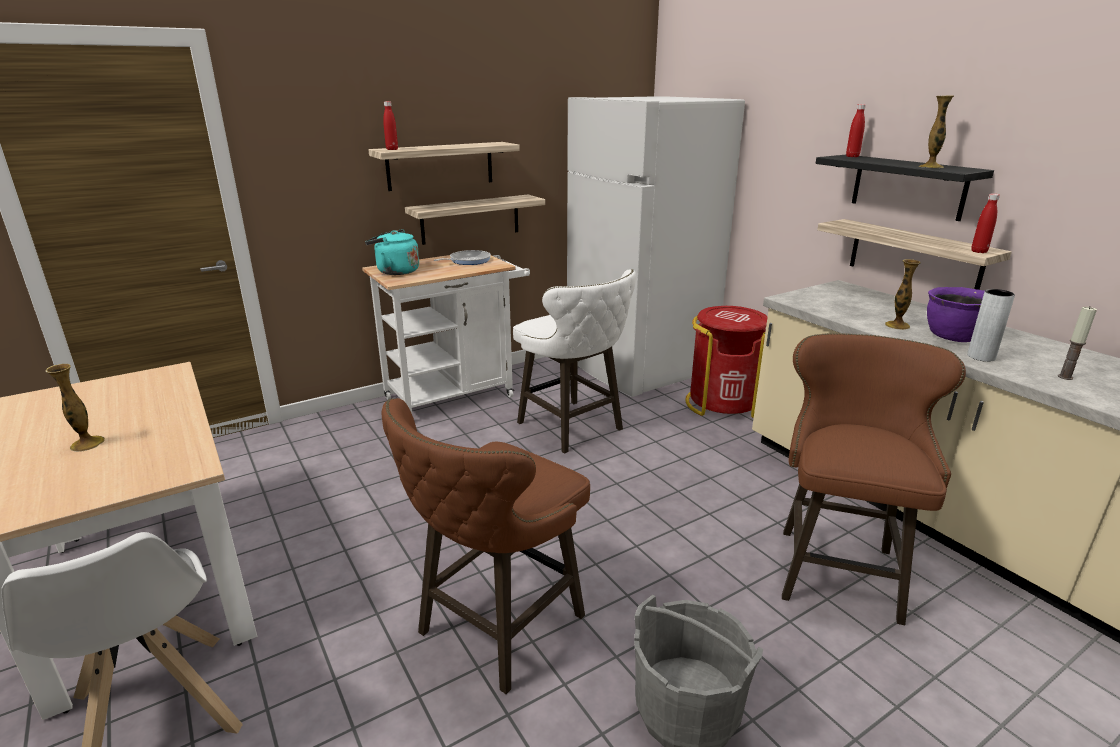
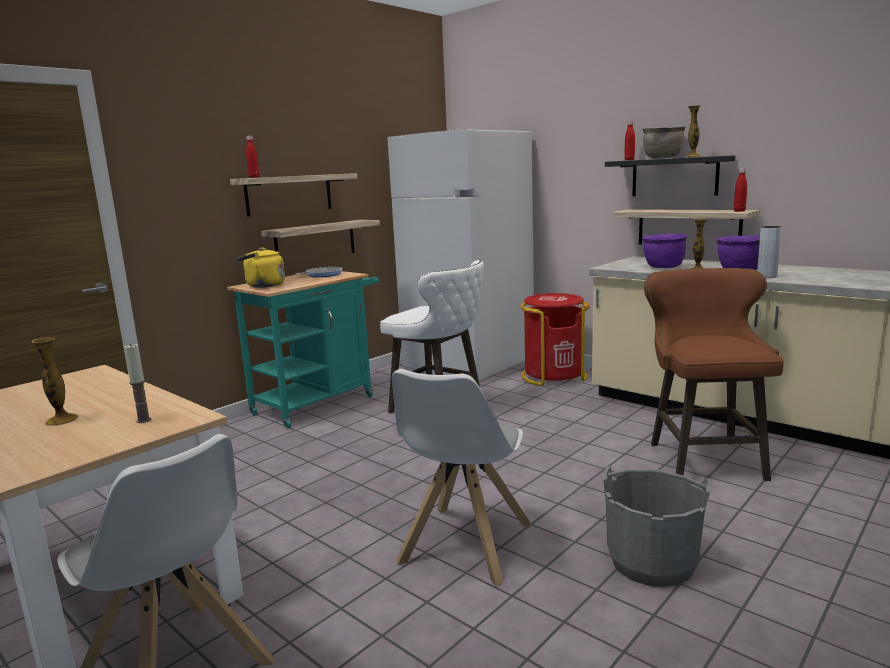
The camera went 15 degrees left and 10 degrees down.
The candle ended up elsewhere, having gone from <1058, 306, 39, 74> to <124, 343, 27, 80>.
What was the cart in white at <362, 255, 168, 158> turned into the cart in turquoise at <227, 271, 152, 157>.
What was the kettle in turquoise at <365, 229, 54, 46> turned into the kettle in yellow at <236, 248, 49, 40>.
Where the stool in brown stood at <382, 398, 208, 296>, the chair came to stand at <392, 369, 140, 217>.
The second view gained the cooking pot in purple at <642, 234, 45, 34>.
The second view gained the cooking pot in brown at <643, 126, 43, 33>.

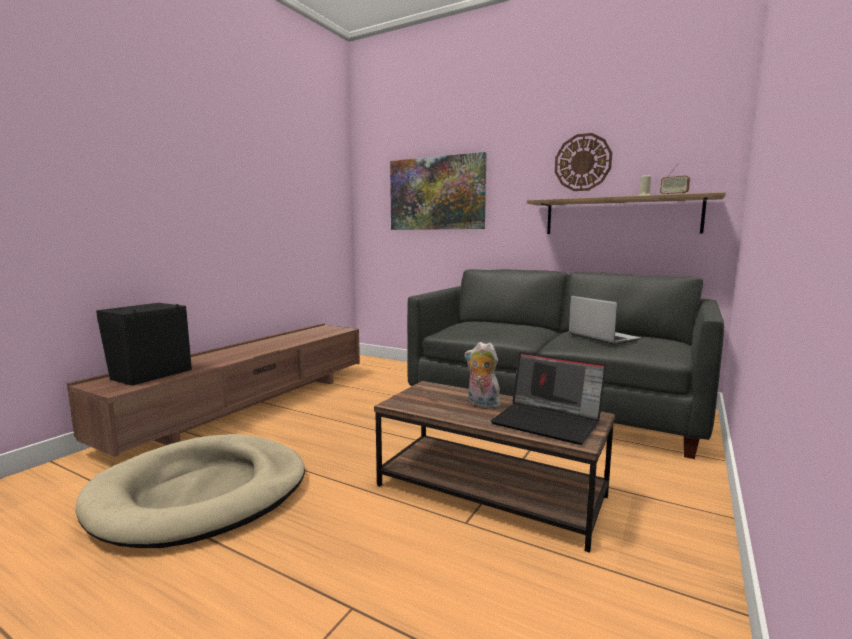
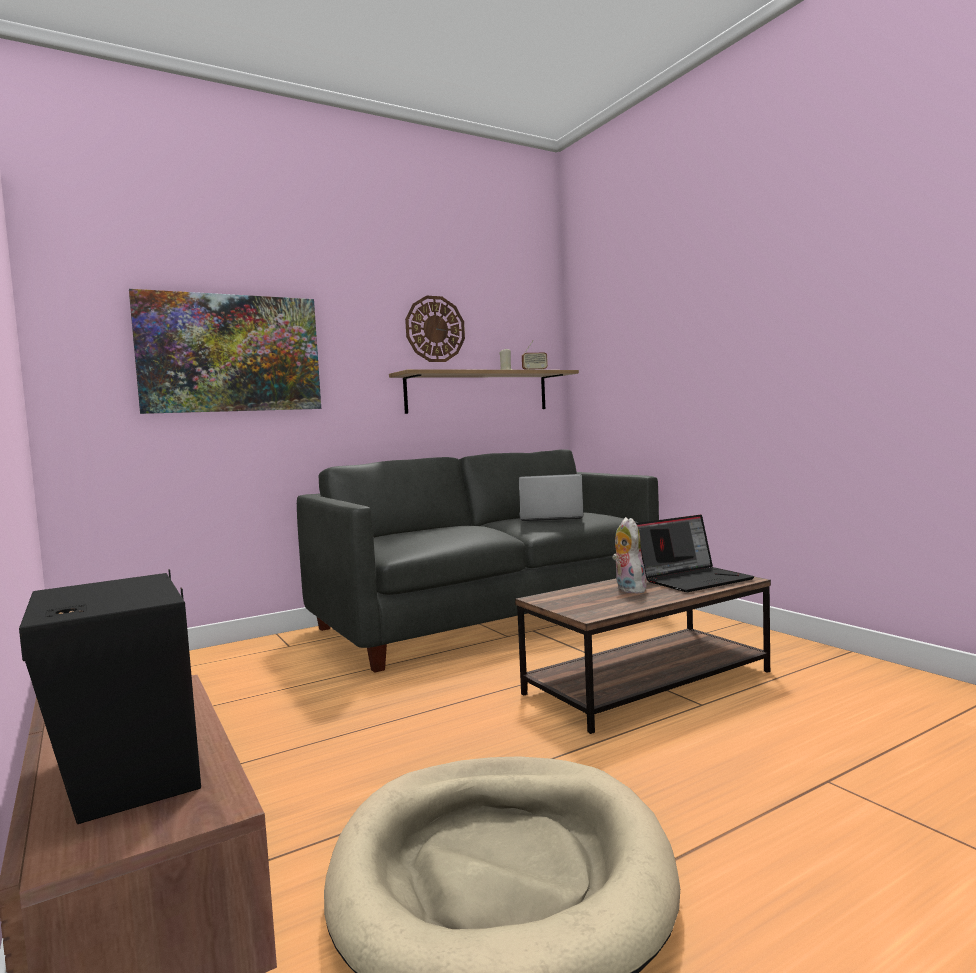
The camera went 60 degrees left and 5 degrees down.
The plush toy at <465, 342, 35, 67> ended up facing another way, 105 degrees clockwise from before.

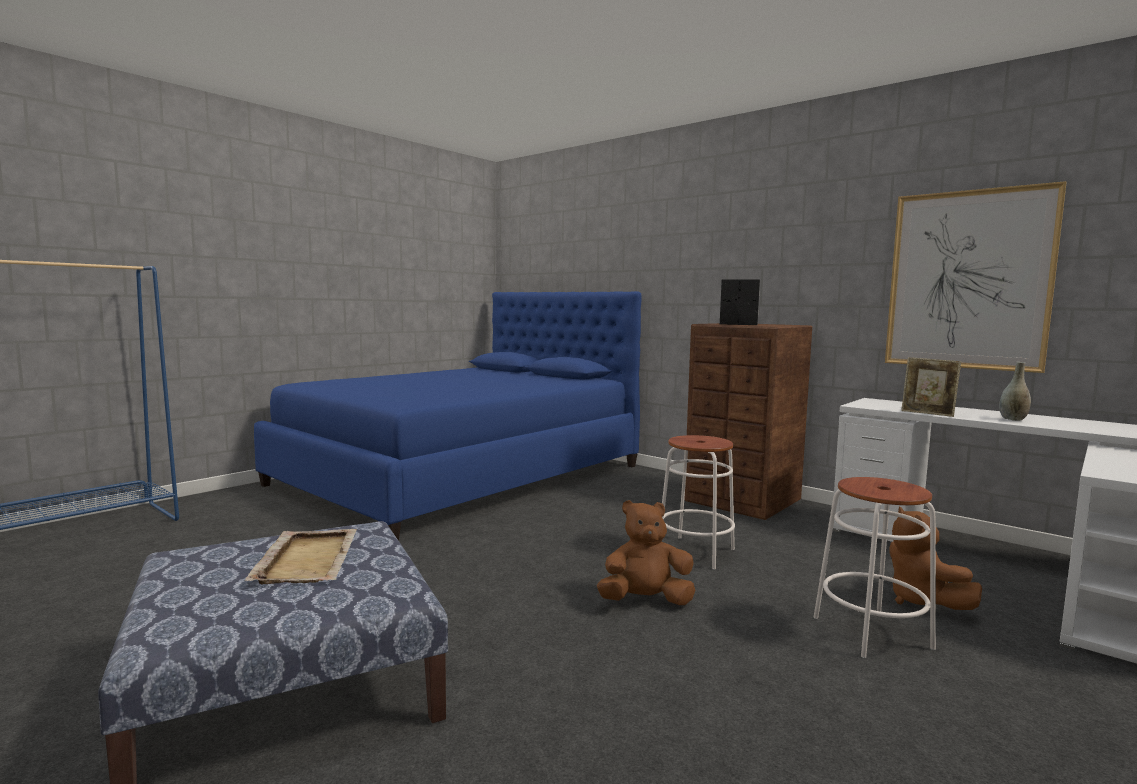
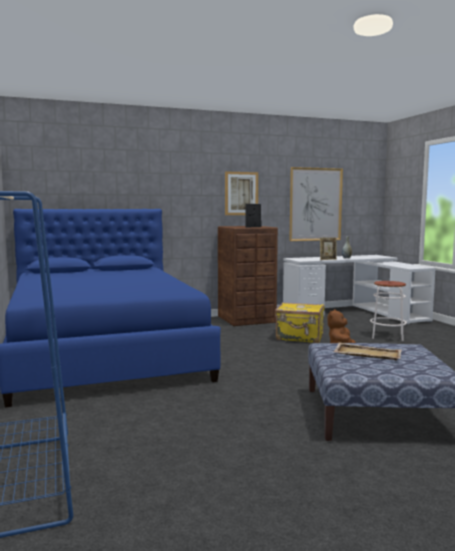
The camera went 60 degrees left and 0 degrees up.
The second view gained the picture at <225, 171, 33, 44>.
Where the stool in white stood at <662, 435, 73, 135>, the suitcase in yellow came to stand at <275, 302, 49, 41>.
The second view lost the plush toy in brown at <889, 507, 93, 103>.

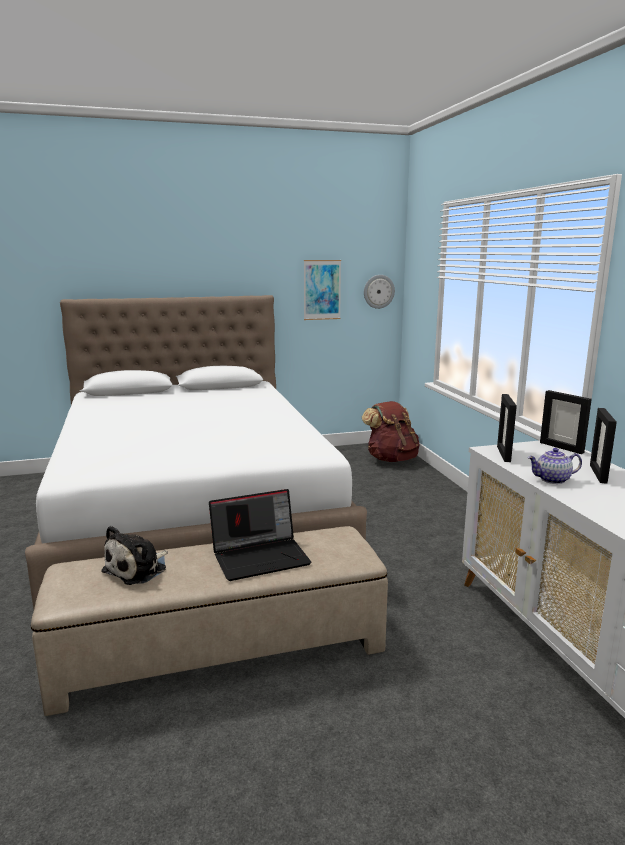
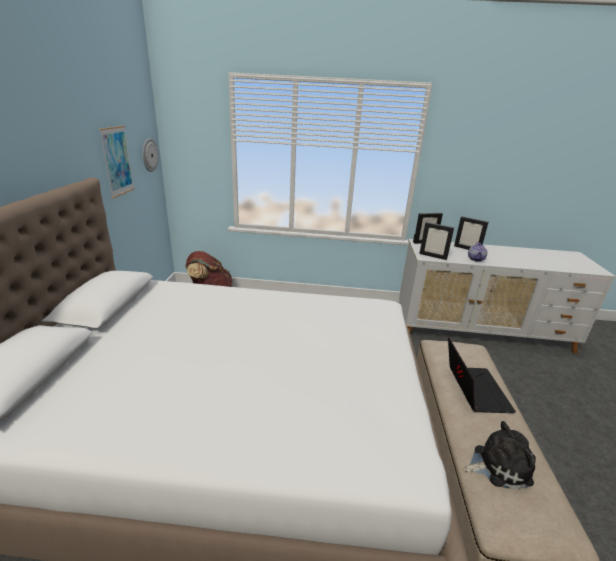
The camera went 70 degrees left and 10 degrees up.
The plush toy at <101, 525, 67, 60> ended up facing another way, 60 degrees counterclockwise from before.

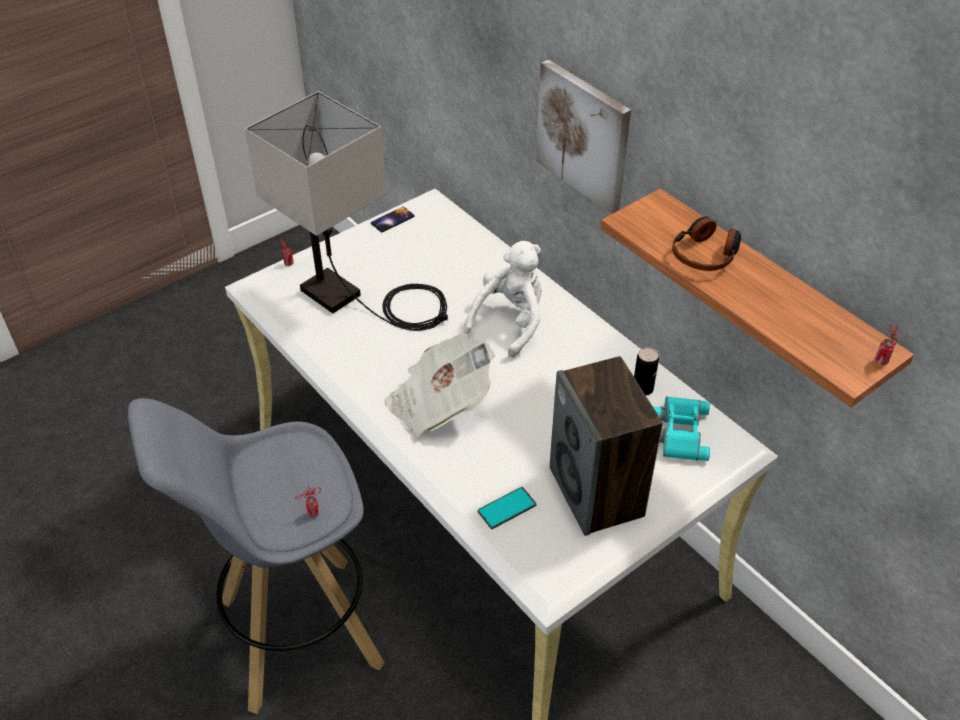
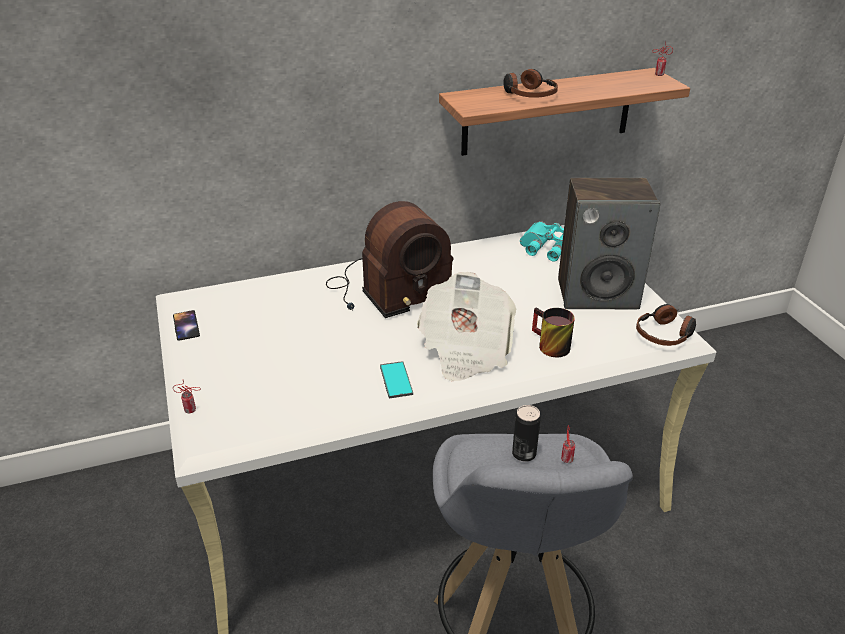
The camera went 70 degrees left and 10 degrees down.
Where the plush toy in white stood at <463, 241, 79, 117>, the radio came to stand at <326, 201, 128, 117>.
The phone ended up elsewhere, having gone from <478, 487, 59, 42> to <380, 361, 33, 37>.
The can ended up elsewhere, having gone from <634, 347, 25, 48> to <512, 405, 29, 57>.
The second view gained the mug at <532, 307, 43, 50>.
The second view gained the headphones at <636, 304, 60, 42>.
The second view lost the table lamp at <245, 91, 203, 240>.
The second view lost the picture at <536, 60, 95, 154>.

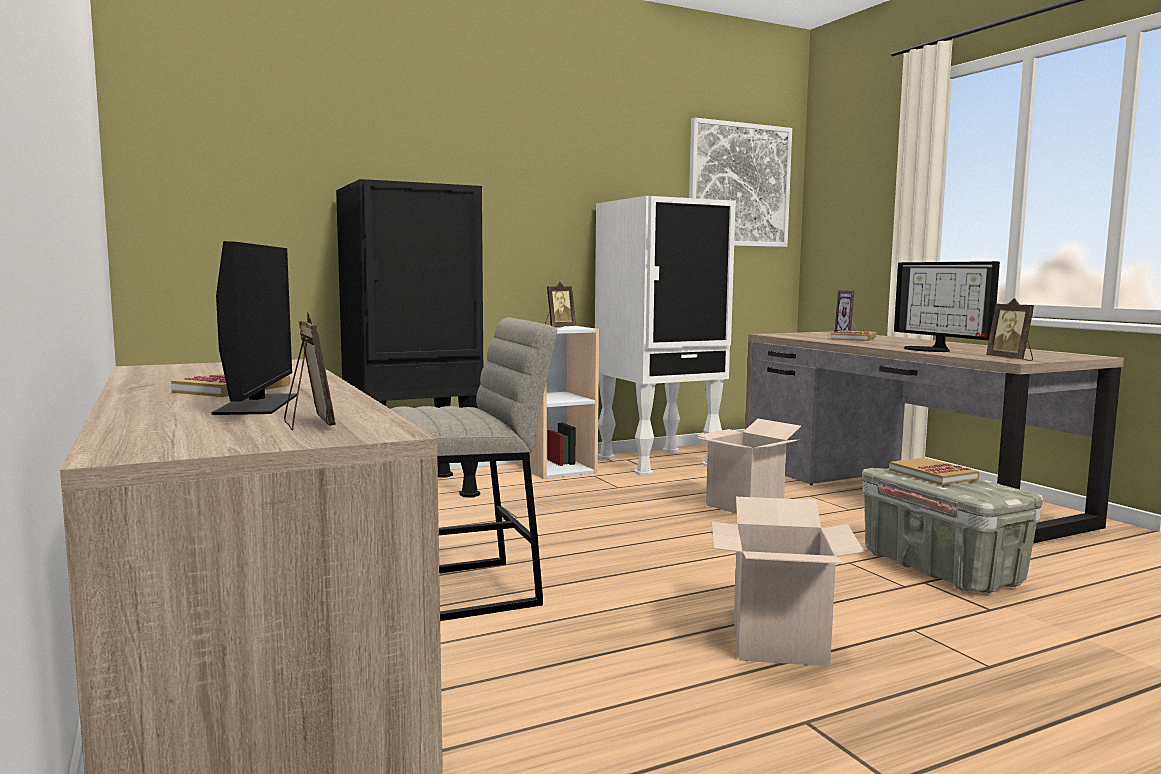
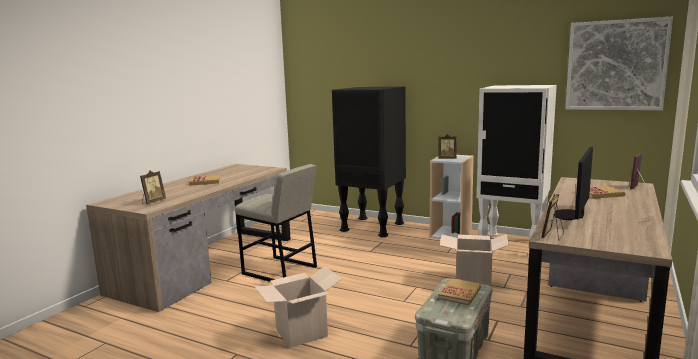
The camera went 55 degrees right and 5 degrees up.
The second view lost the monitor at <212, 241, 85, 174>.

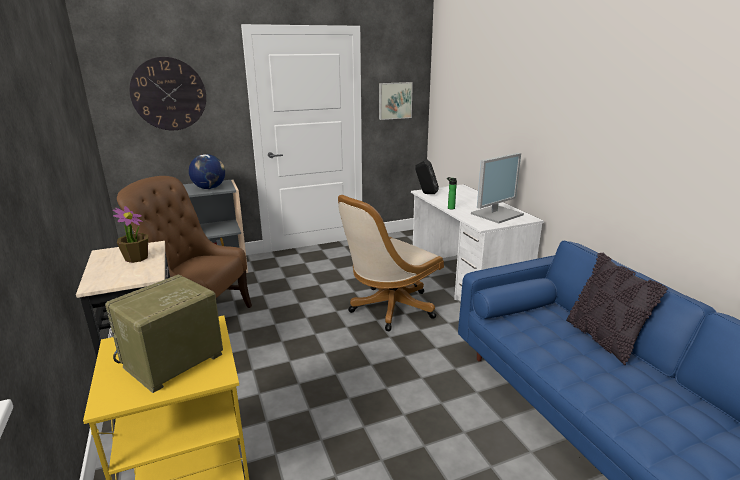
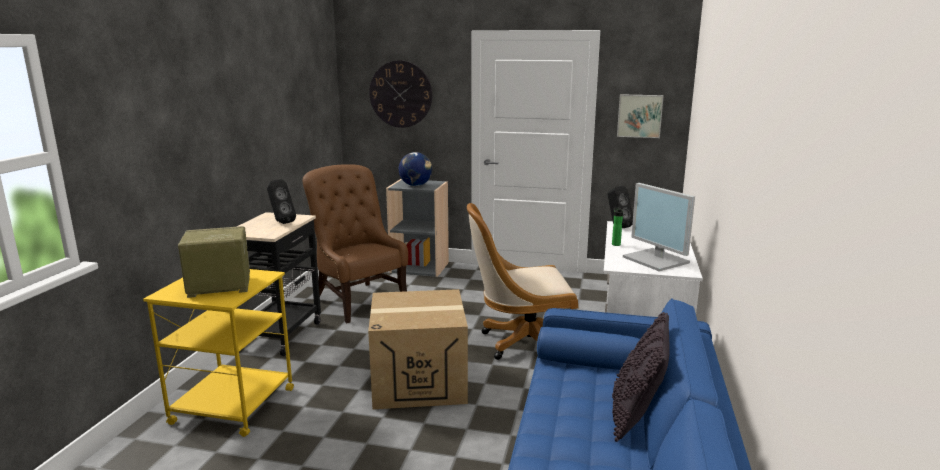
The camera went 35 degrees right and 5 degrees down.
Where the potted plant stood at <113, 206, 35, 57>, the speaker in black came to stand at <267, 179, 29, 45>.
The second view gained the cardboard box at <368, 289, 100, 120>.
The monitor at <471, 153, 53, 71> ended up facing another way, 60 degrees clockwise from before.

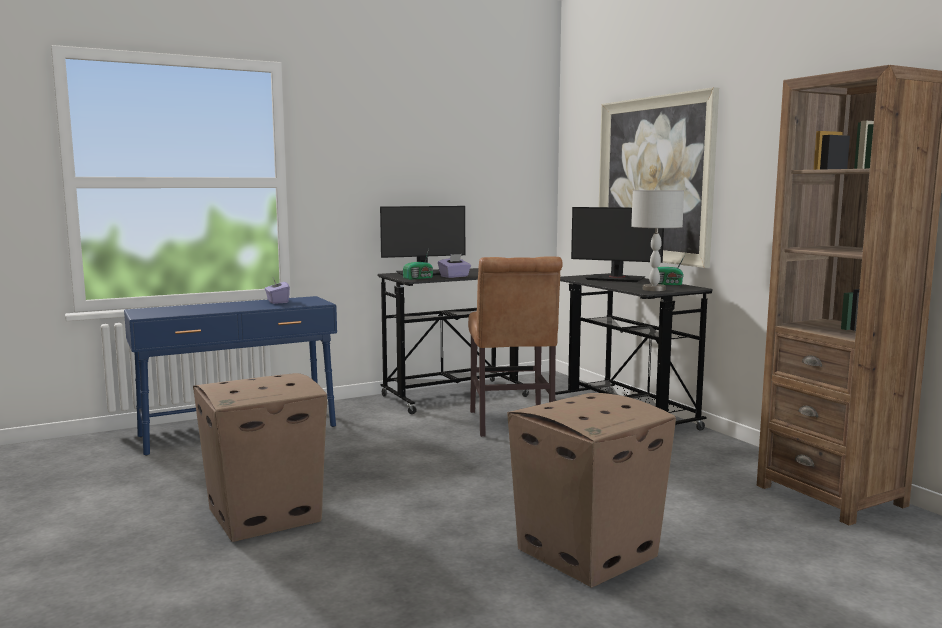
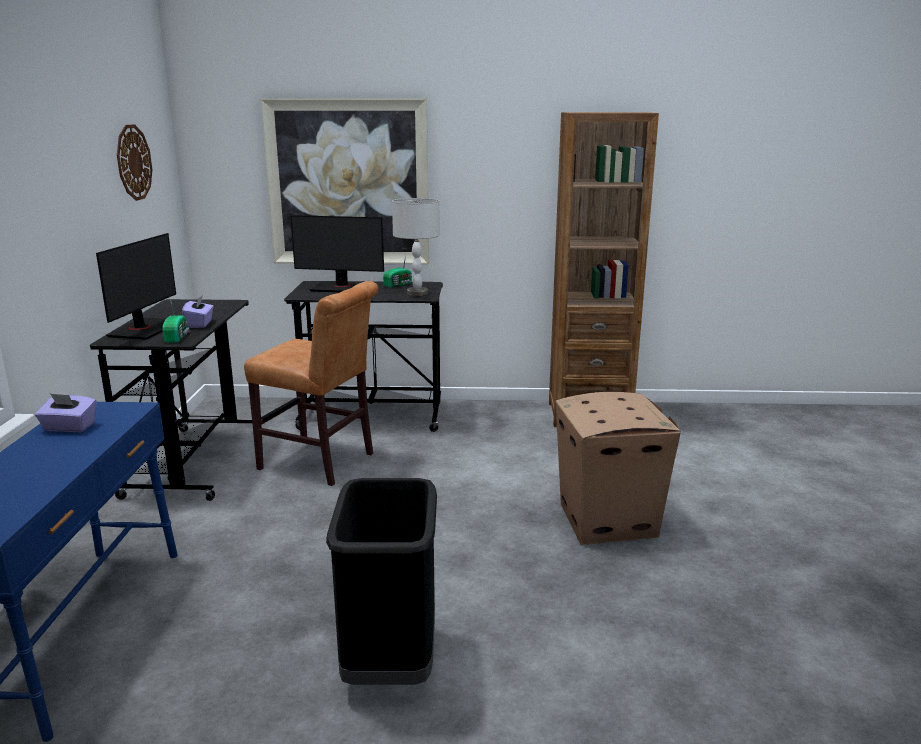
The camera went 60 degrees left and 10 degrees up.
The second view gained the wall clock at <117, 124, 35, 77>.
The monitor at <571, 207, 93, 75> ended up facing another way, 45 degrees clockwise from before.
Where the cardboard box stood at <193, 373, 134, 169>, the trash can in black came to stand at <326, 478, 111, 207>.

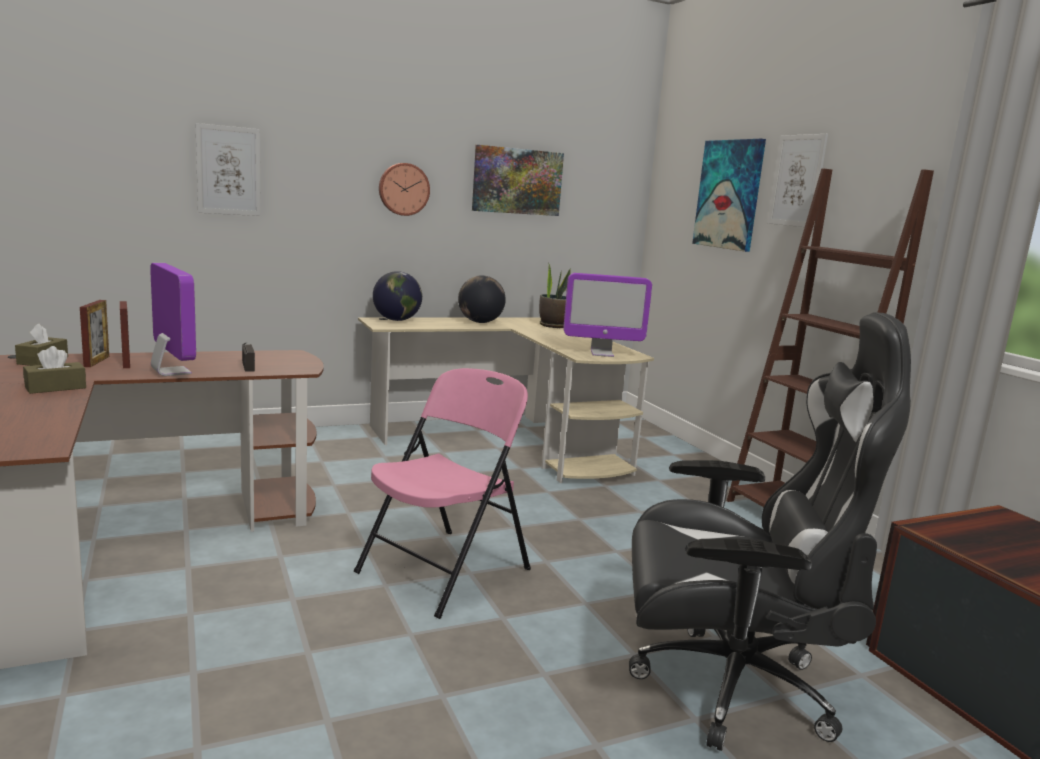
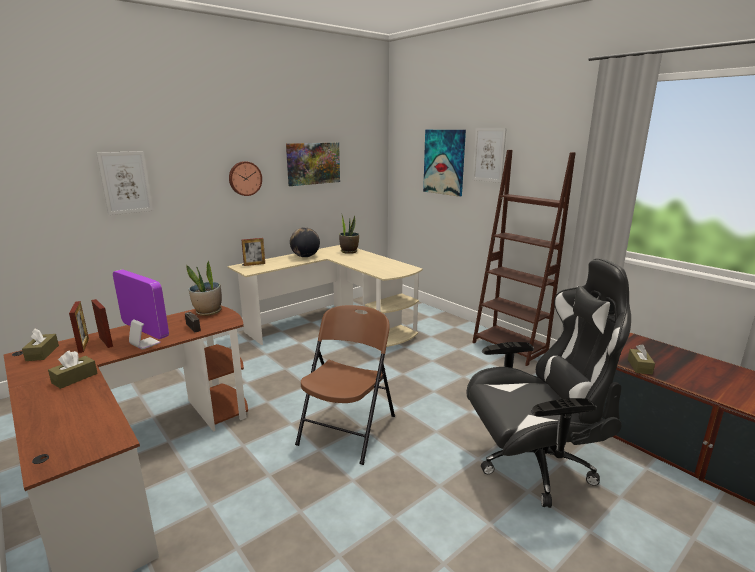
The camera went 15 degrees left and 5 degrees up.
The second view gained the potted plant at <186, 261, 36, 55>.
Where the globe stood at <373, 271, 49, 50>, the picture frame came to stand at <241, 238, 24, 28>.
What was the chair in pink at <354, 368, 177, 251> turned into the chair in brown at <295, 305, 100, 160>.
The second view gained the tissue box in brown at <628, 344, 27, 31>.
The second view lost the monitor at <563, 273, 89, 84>.

